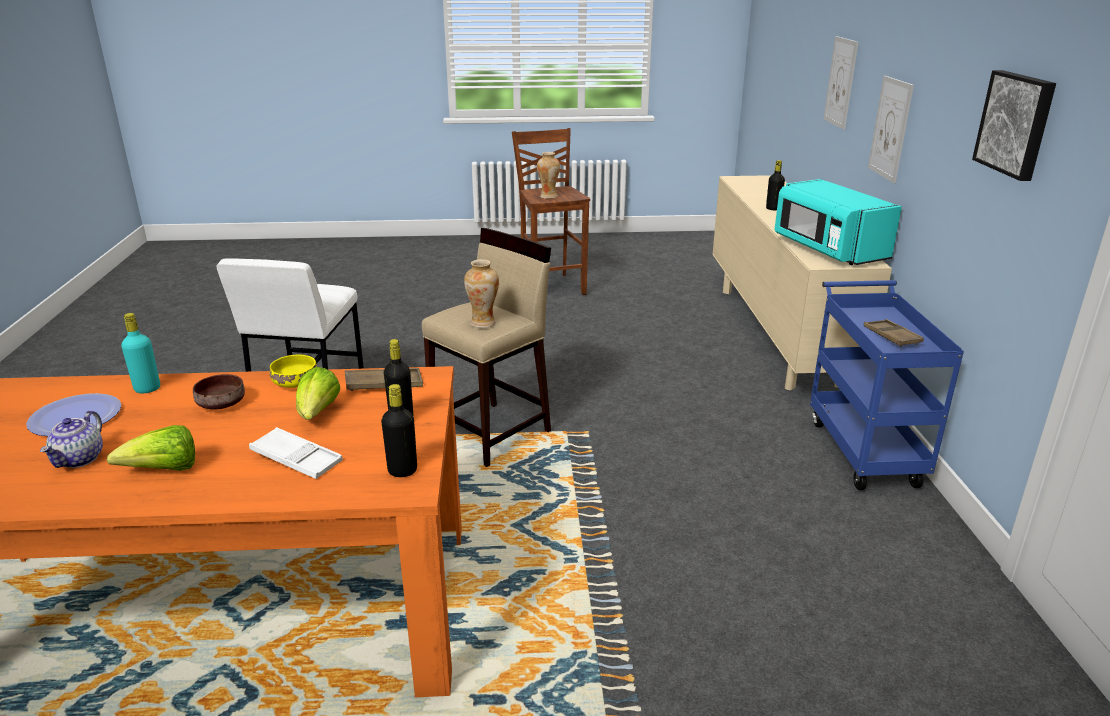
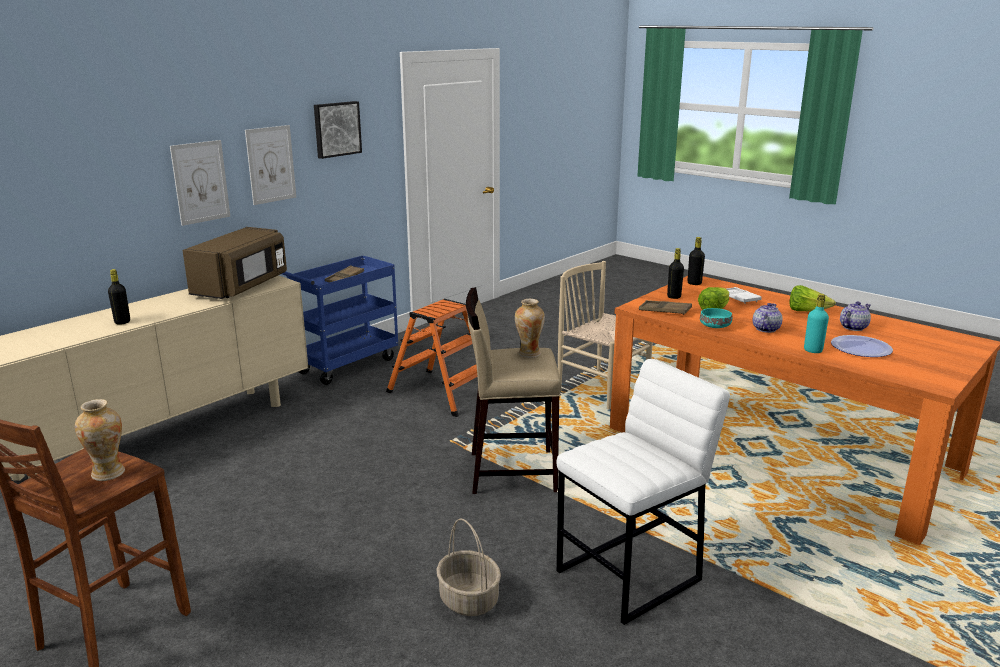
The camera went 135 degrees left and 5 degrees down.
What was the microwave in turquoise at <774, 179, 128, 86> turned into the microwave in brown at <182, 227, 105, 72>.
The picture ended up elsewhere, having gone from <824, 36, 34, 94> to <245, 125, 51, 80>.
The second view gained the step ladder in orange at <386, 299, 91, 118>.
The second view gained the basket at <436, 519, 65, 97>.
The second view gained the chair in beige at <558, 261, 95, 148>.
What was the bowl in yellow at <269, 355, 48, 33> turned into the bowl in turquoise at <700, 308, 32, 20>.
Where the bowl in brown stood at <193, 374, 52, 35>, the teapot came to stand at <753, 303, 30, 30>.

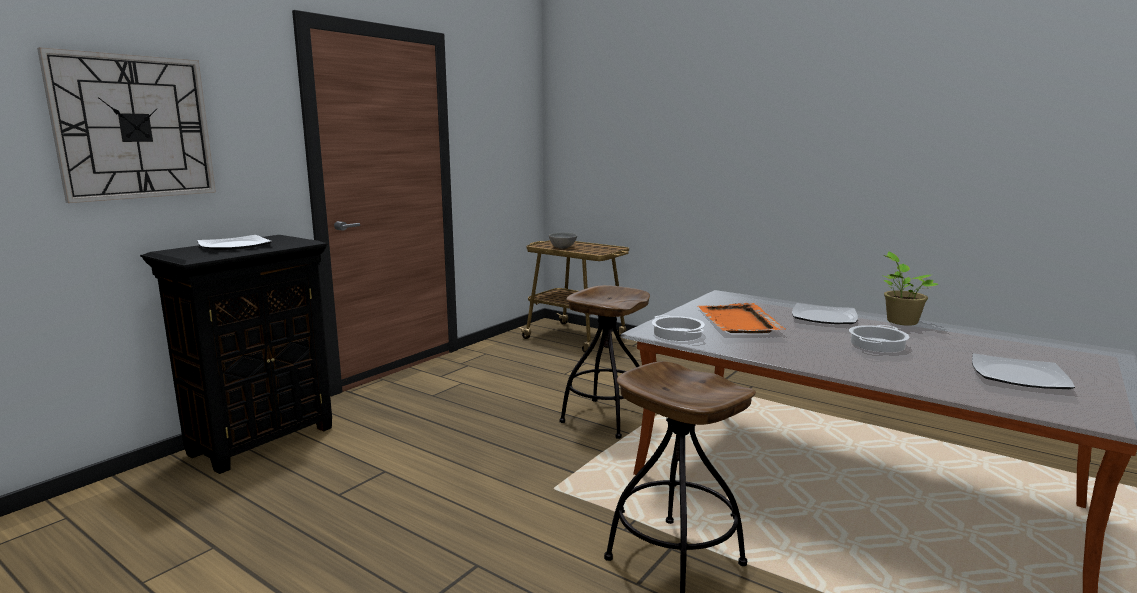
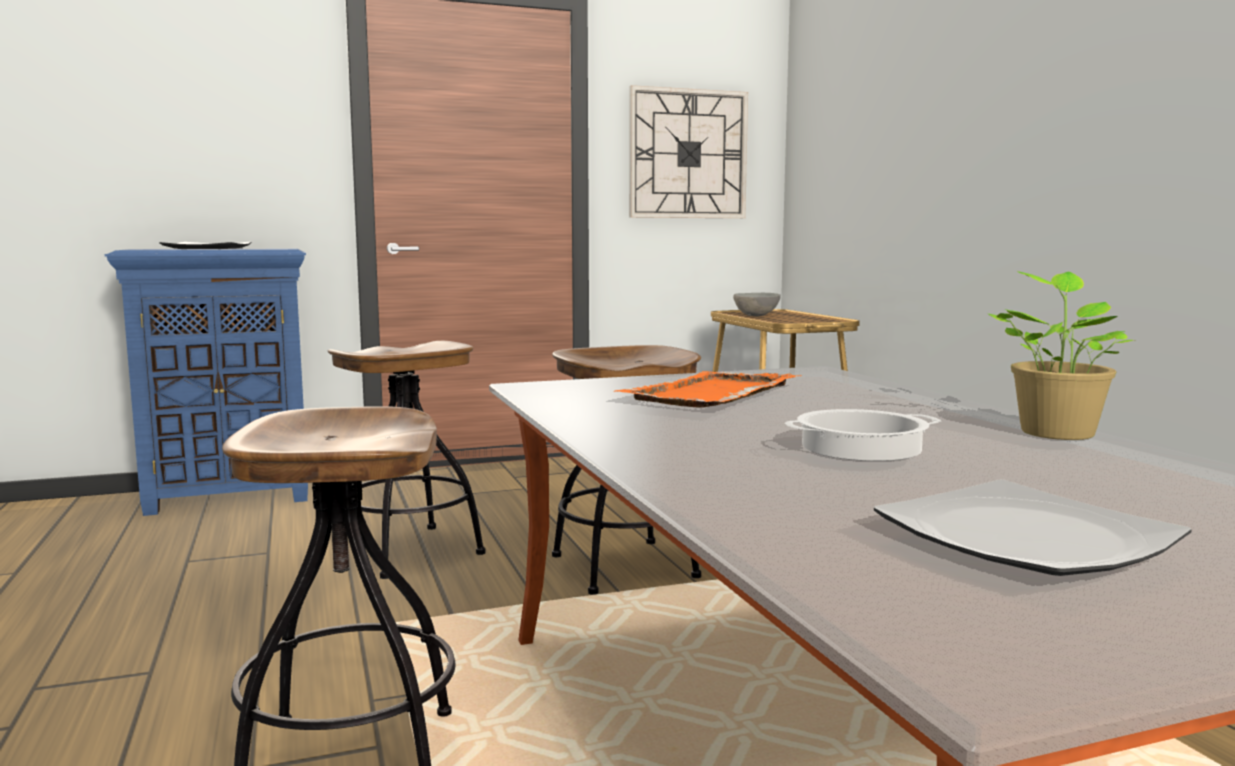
The camera went 35 degrees right and 5 degrees down.
What was the cabinet in black at <140, 235, 192, 239> turned into the cabinet in blue at <105, 248, 203, 268>.
The second view gained the stool in brown at <328, 341, 157, 238>.
The wall clock ended up elsewhere, having gone from <37, 47, 179, 156> to <629, 85, 119, 133>.
The second view lost the cooking pot at <652, 315, 53, 26>.
The second view lost the plate at <792, 303, 66, 21>.

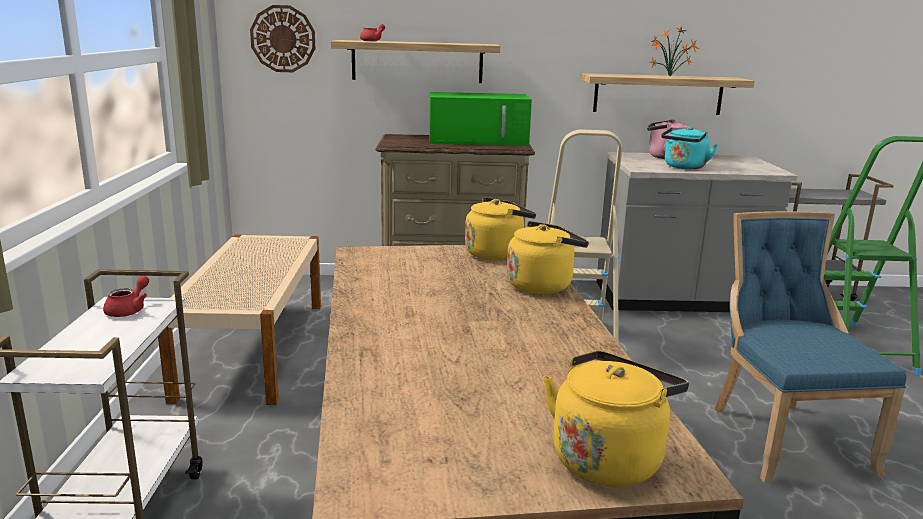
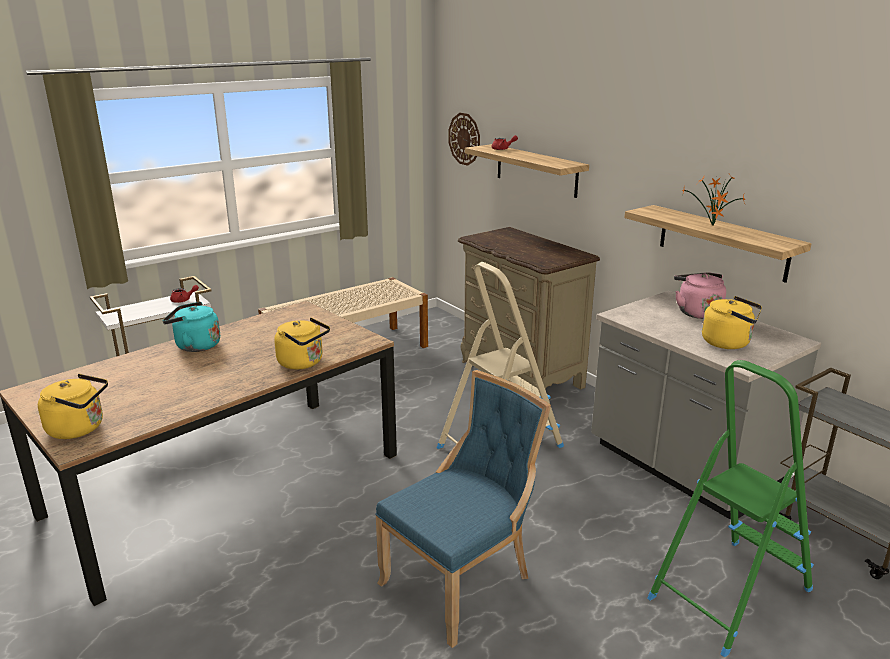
The camera went 55 degrees right and 5 degrees up.
The kettle in turquoise ended up elsewhere, having gone from <661, 126, 57, 43> to <163, 302, 57, 50>.
The kettle in yellow ended up elsewhere, having gone from <465, 197, 71, 63> to <702, 296, 60, 53>.
The second view lost the microwave in green at <429, 92, 103, 54>.

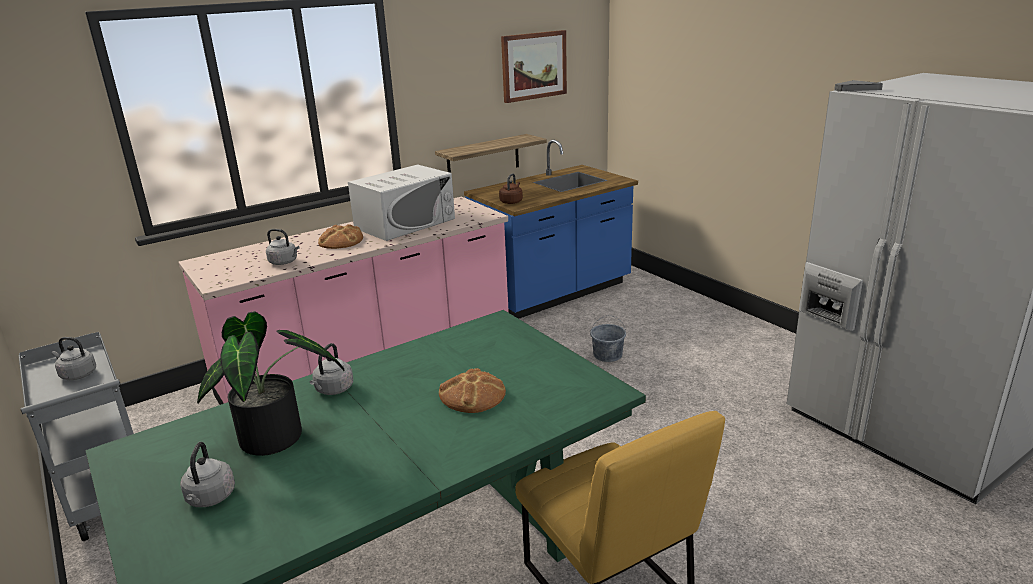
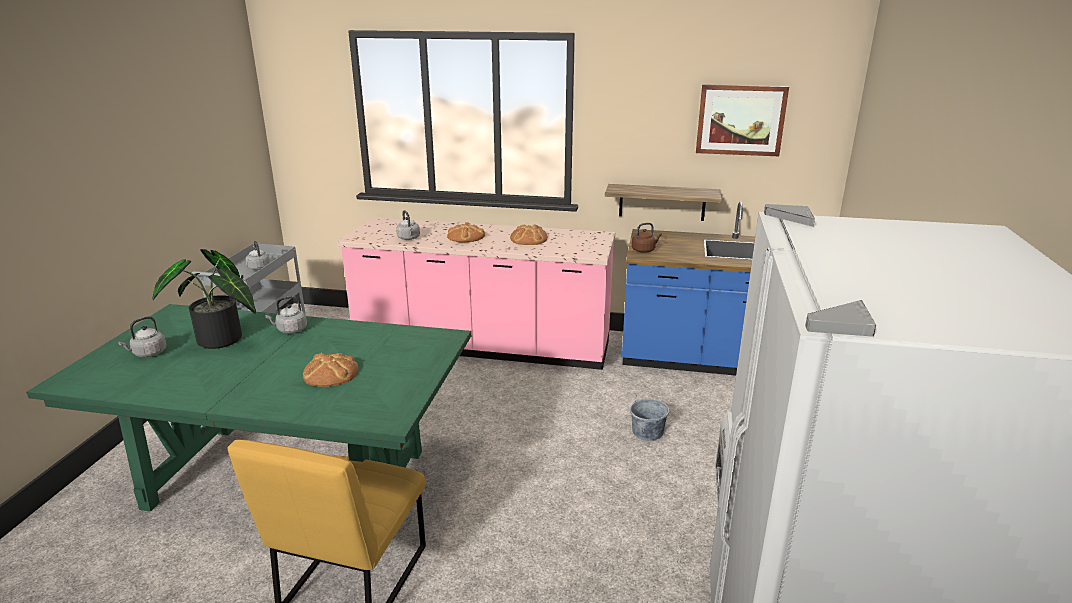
The camera went 45 degrees right and 0 degrees up.
Where the microwave in white stood at <348, 165, 107, 76>, the bread came to stand at <510, 224, 38, 21>.

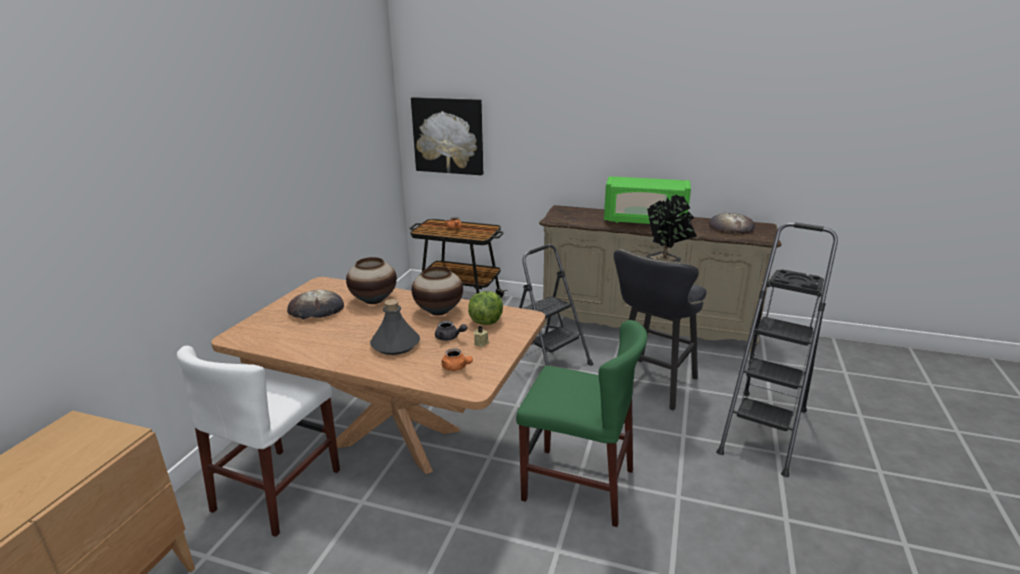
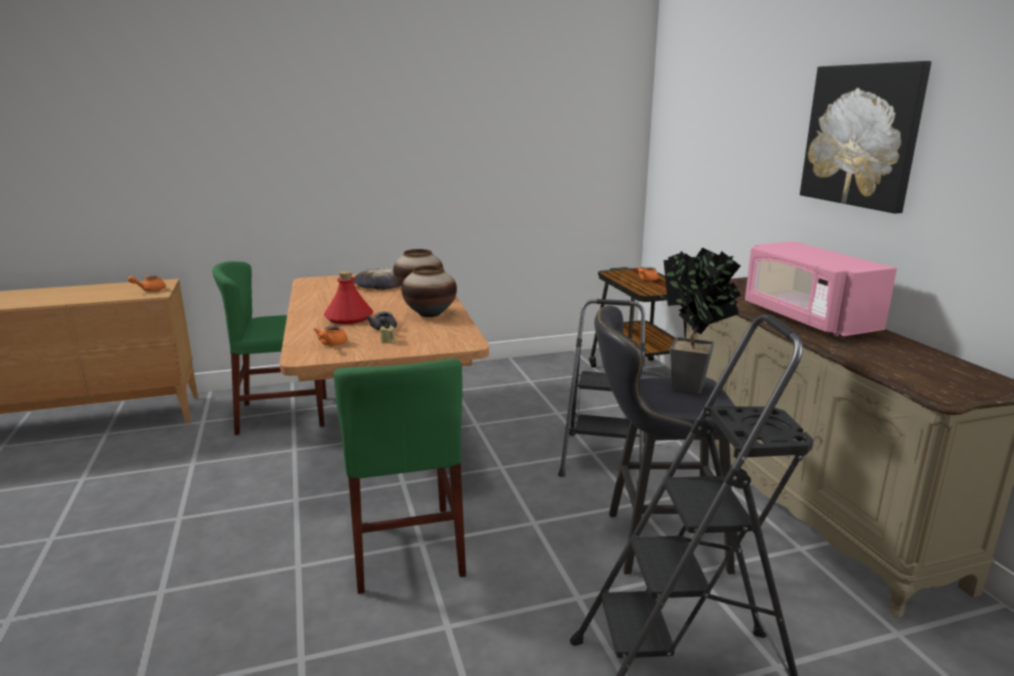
The camera went 55 degrees right and 5 degrees down.
The second view gained the teapot in orange at <128, 275, 38, 17>.
What was the chair in white at <177, 346, 163, 191> turned into the chair in green at <212, 261, 115, 174>.
What was the bottle in grey at <370, 299, 50, 56> turned into the bottle in red at <324, 271, 49, 53>.
What was the microwave in green at <604, 176, 87, 48> turned into the microwave in pink at <745, 241, 152, 95>.
The picture ended up elsewhere, having gone from <411, 97, 72, 78> to <800, 61, 131, 153>.
The second view lost the lettuce at <468, 291, 35, 34>.
The second view lost the bread at <709, 213, 46, 21>.

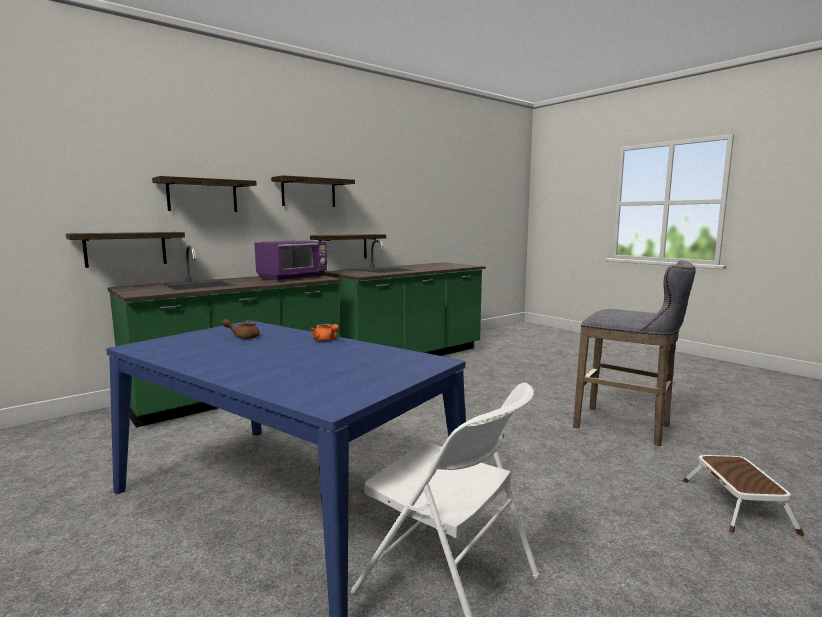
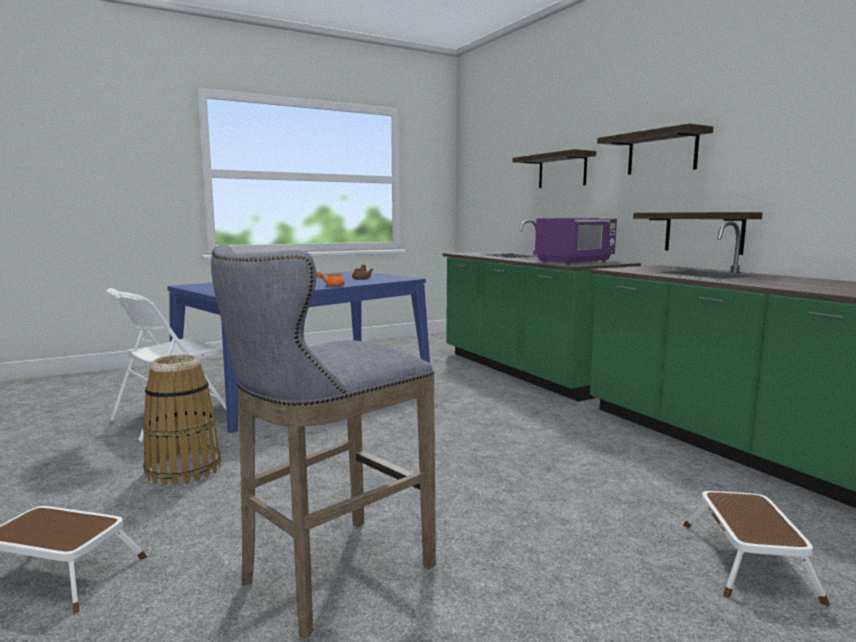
The camera went 100 degrees right and 0 degrees up.
The second view gained the basket at <142, 355, 79, 131>.
The microwave in purple at <254, 241, 73, 40> ended up facing another way, 90 degrees counterclockwise from before.
The second view gained the step ladder in brown at <683, 491, 147, 115>.
The second view lost the shelf at <66, 232, 119, 36>.

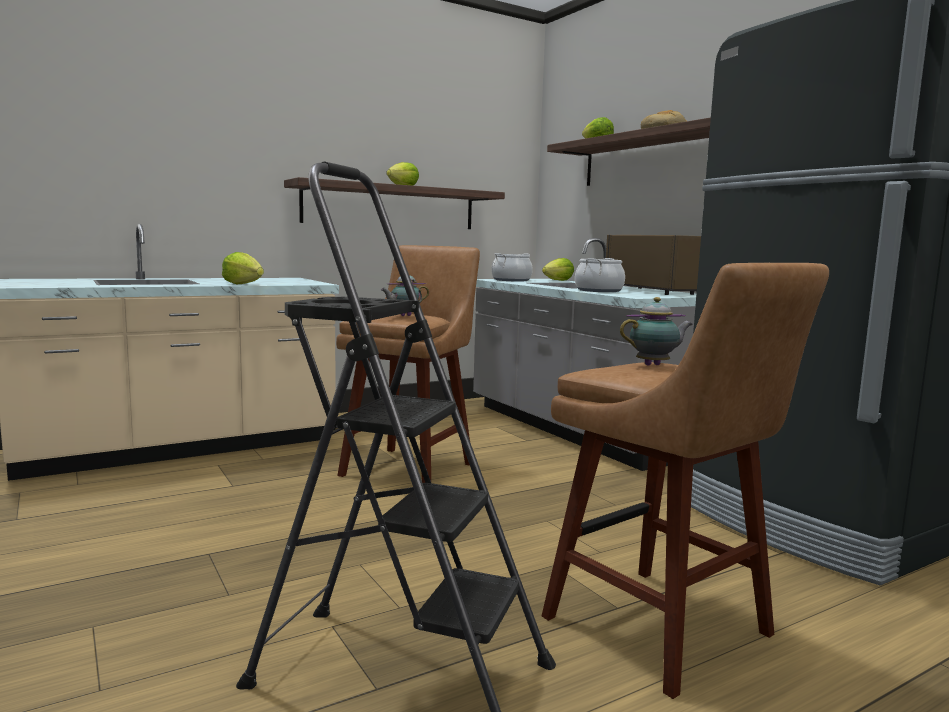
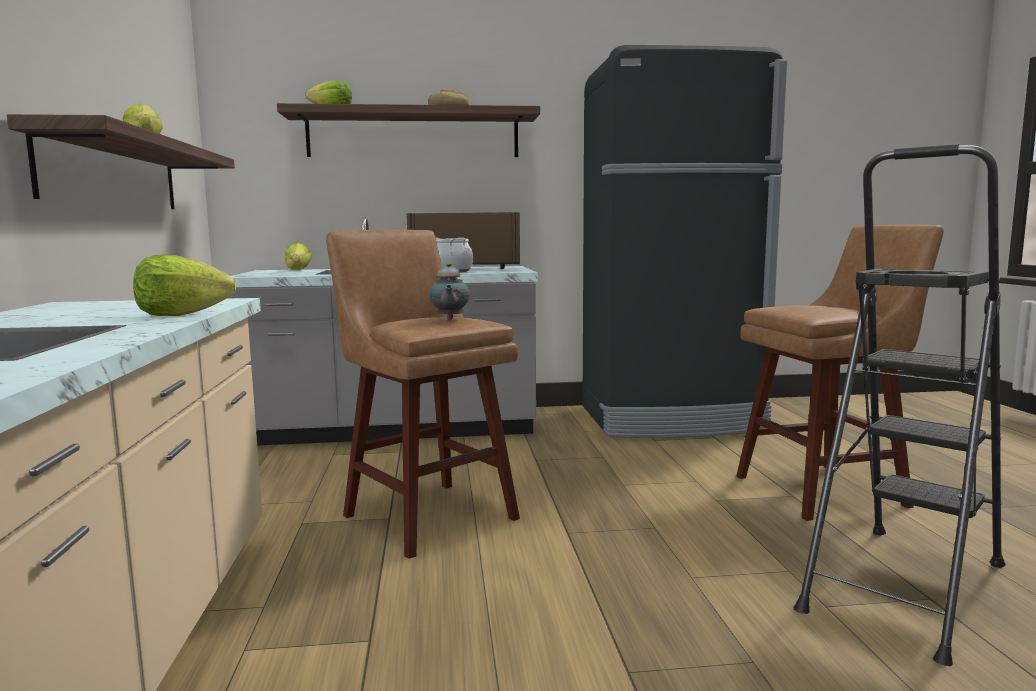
The camera went 65 degrees left and 0 degrees up.
The second view lost the cooking pot at <491, 253, 42, 29>.
The second view lost the teapot at <620, 297, 73, 69>.

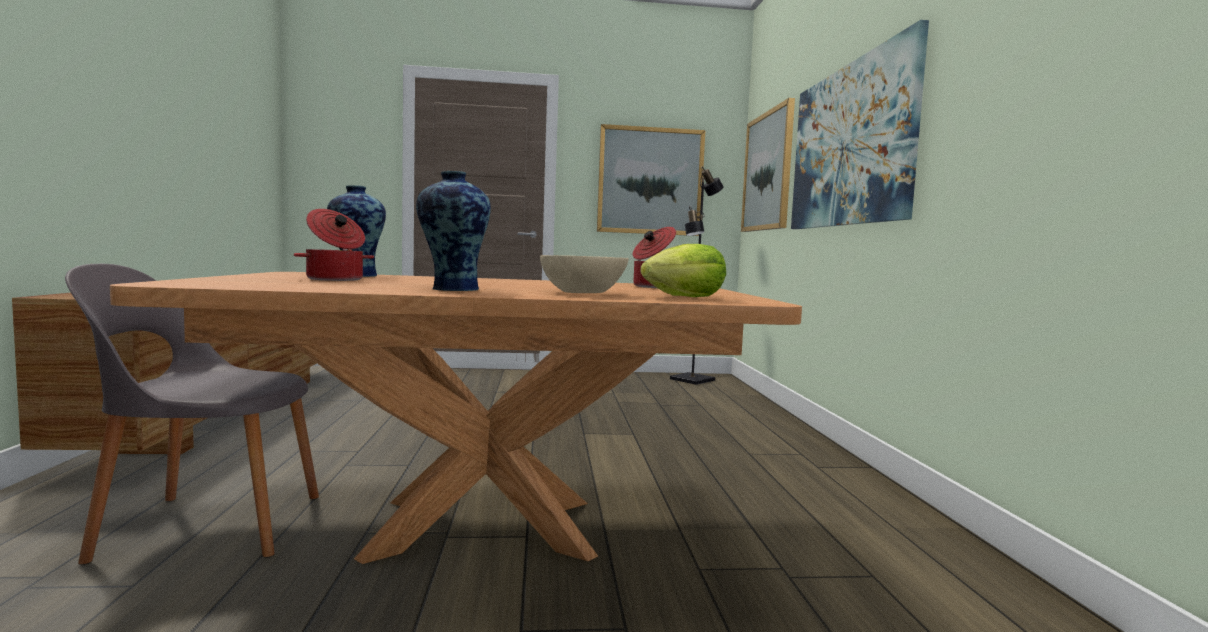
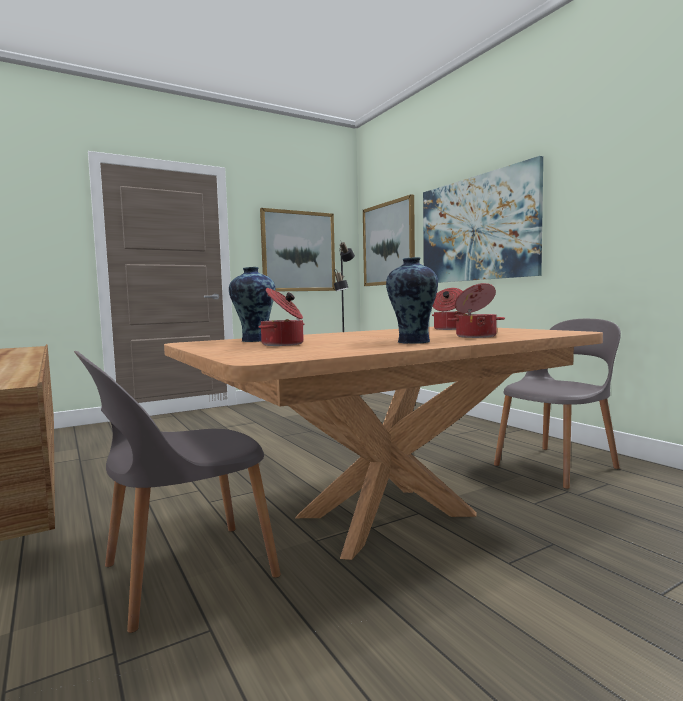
The camera went 25 degrees left and 0 degrees up.
Where the bowl in beige stood at <540, 255, 89, 38>, the cooking pot came to stand at <448, 283, 57, 55>.
The second view gained the chair in grey at <494, 319, 127, 170>.
The second view lost the lettuce at <641, 244, 85, 53>.

